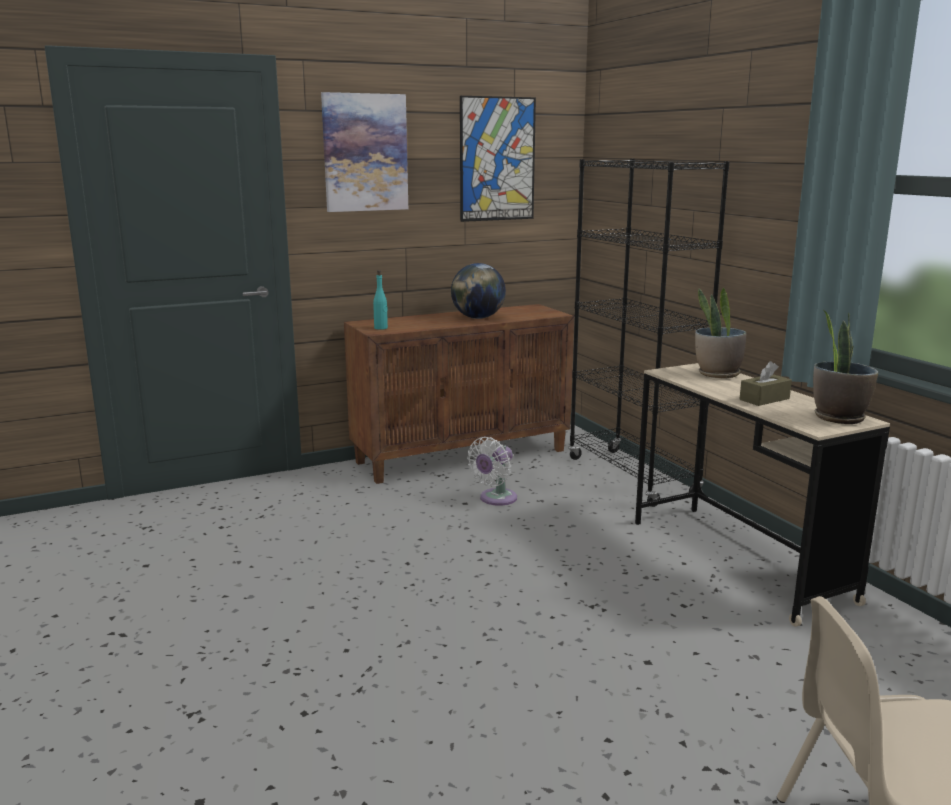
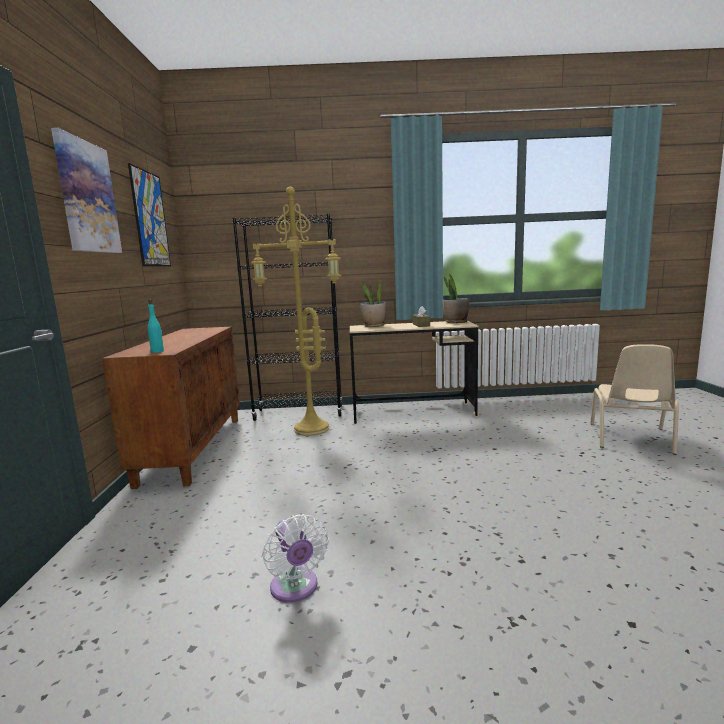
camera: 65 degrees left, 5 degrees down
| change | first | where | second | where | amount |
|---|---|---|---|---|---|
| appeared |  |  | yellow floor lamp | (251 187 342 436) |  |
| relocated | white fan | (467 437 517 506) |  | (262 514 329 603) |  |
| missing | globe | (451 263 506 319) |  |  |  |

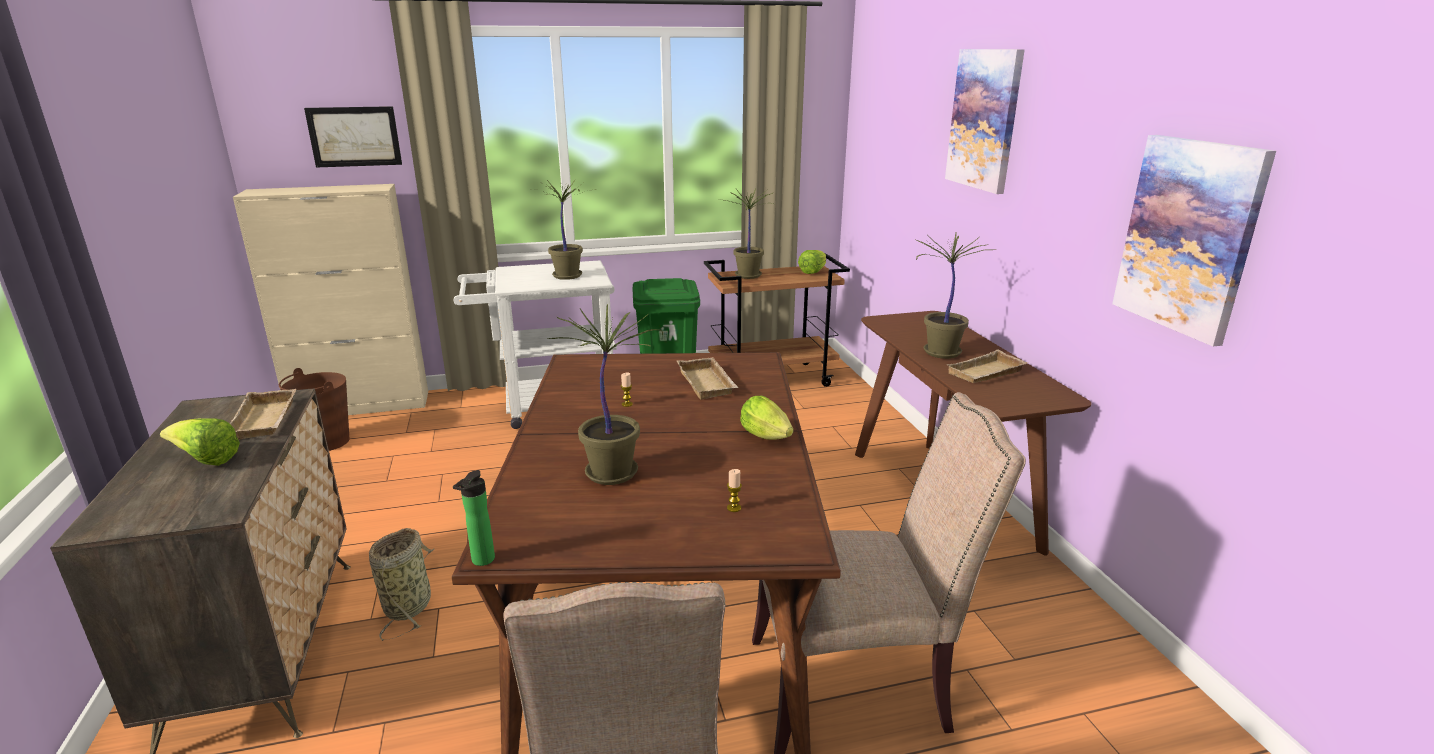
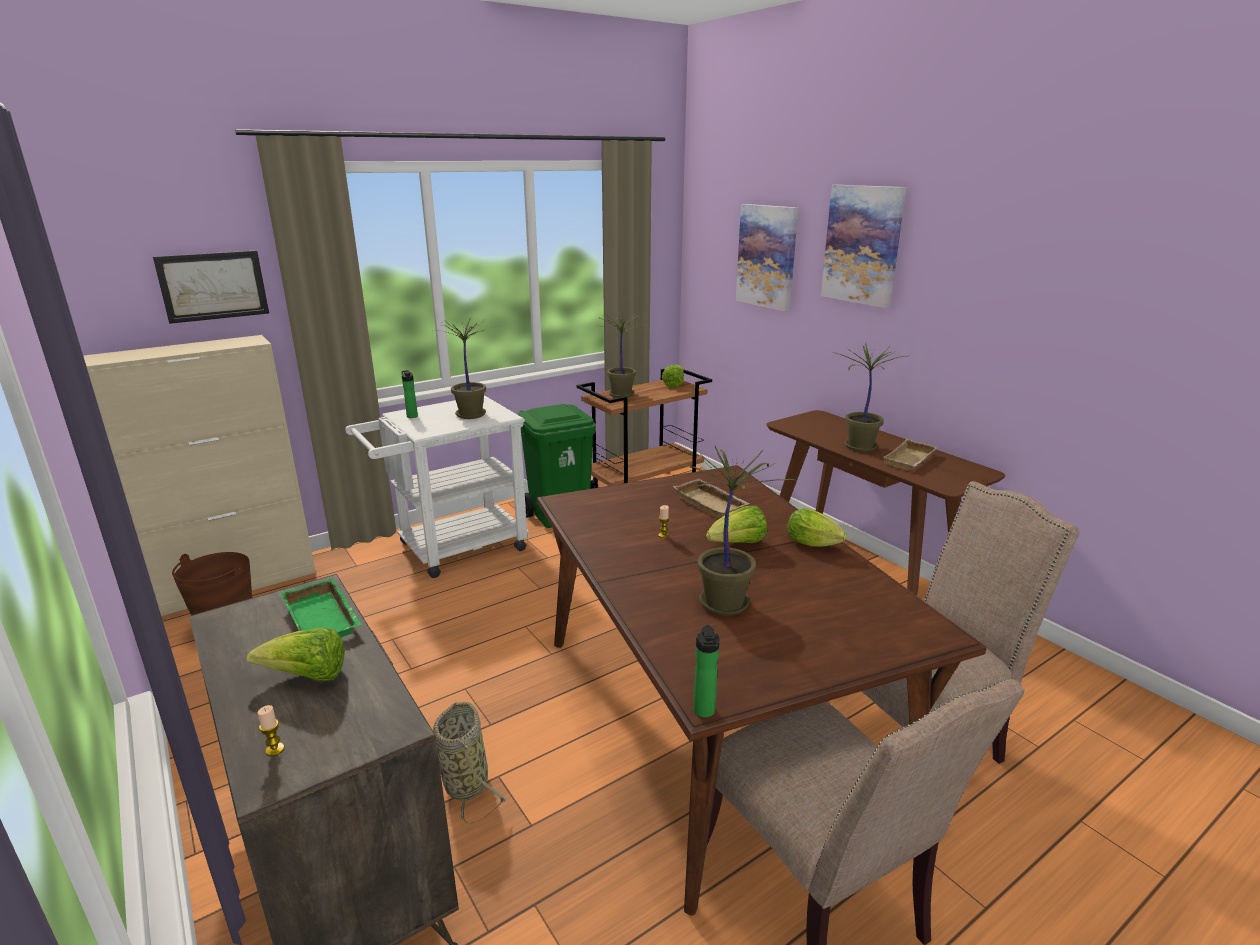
camera: 20 degrees left, 0 degrees up
| change | first | where | second | where | amount |
|---|---|---|---|---|---|
| relocated | candle | (727 469 742 512) |  | (258 705 284 756) |  |
| colour | beige tray | (230 389 296 440) | green tray | (281 578 362 638) |  |
| appeared |  |  | bottle | (401 370 418 418) |  |
| appeared |  |  | lettuce | (706 506 767 543) |  |
| relocated | picture | (1112 135 1276 346) |  | (736 204 798 312) |  |

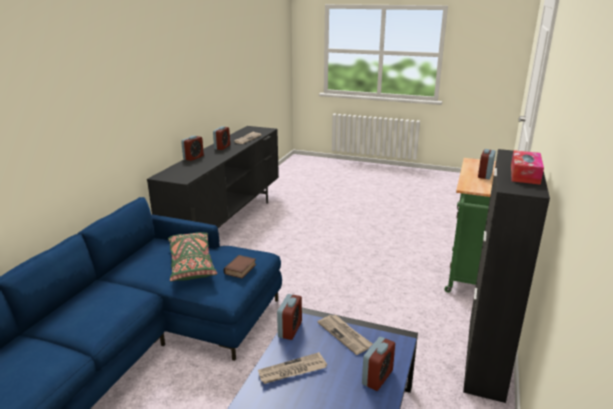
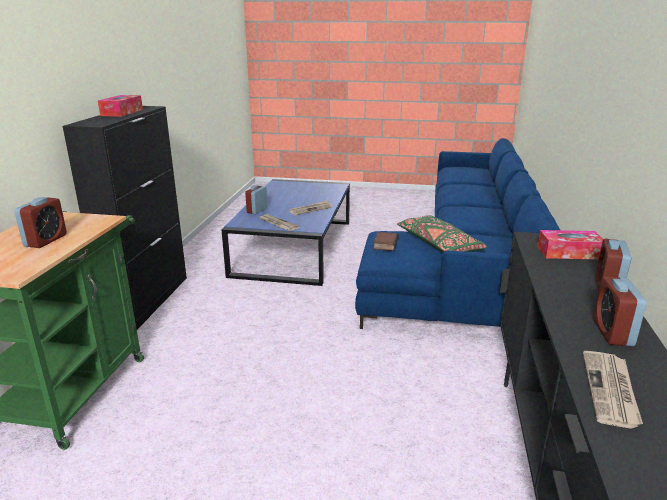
camera: 170 degrees right, 0 degrees up
| change | first | where | second | where | amount |
|---|---|---|---|---|---|
| appeared |  |  | tissue box | (537 230 603 260) |  |
| missing | alarm clock | (277 294 302 340) |  |  |  |

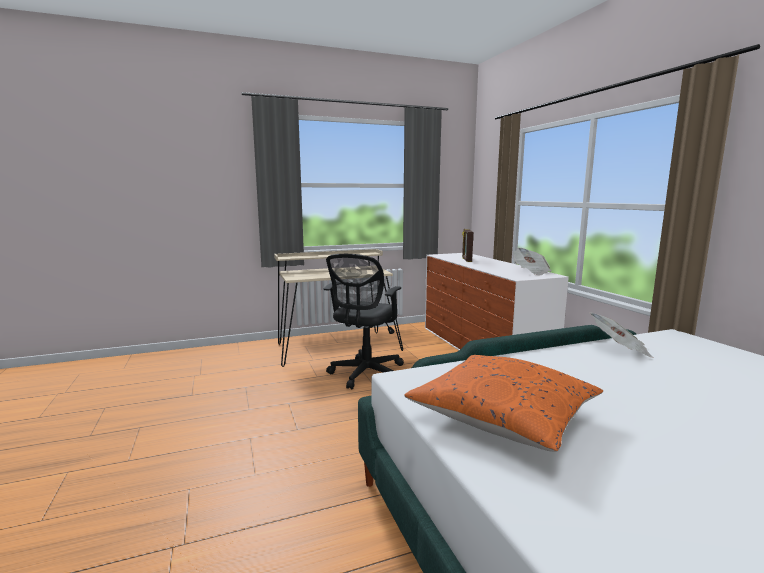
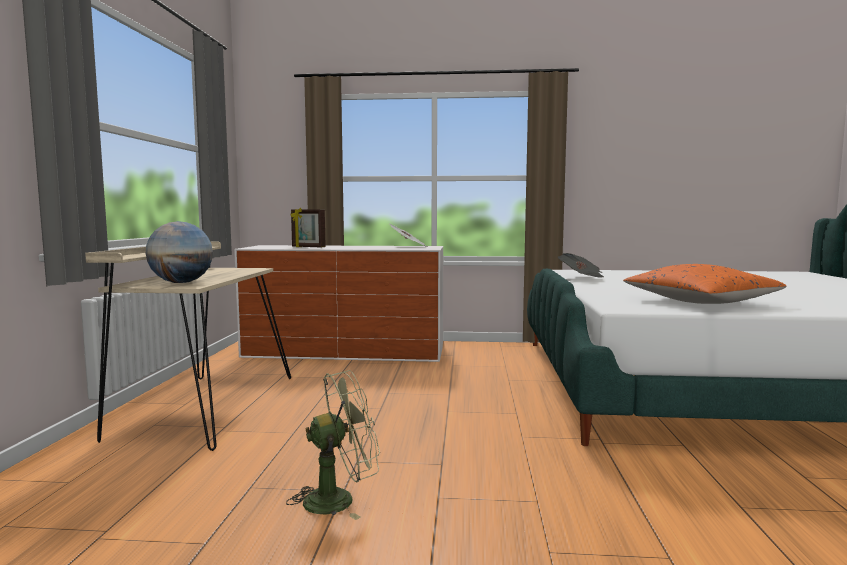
camera: 65 degrees left, 5 degrees down
| change | first | where | second | where | amount |
|---|---|---|---|---|---|
| appeared |  |  | globe | (146 221 213 283) |  |
| appeared |  |  | green fan | (286 370 380 520) |  |
| missing | black office chair | (323 254 404 389) |  |  |  |

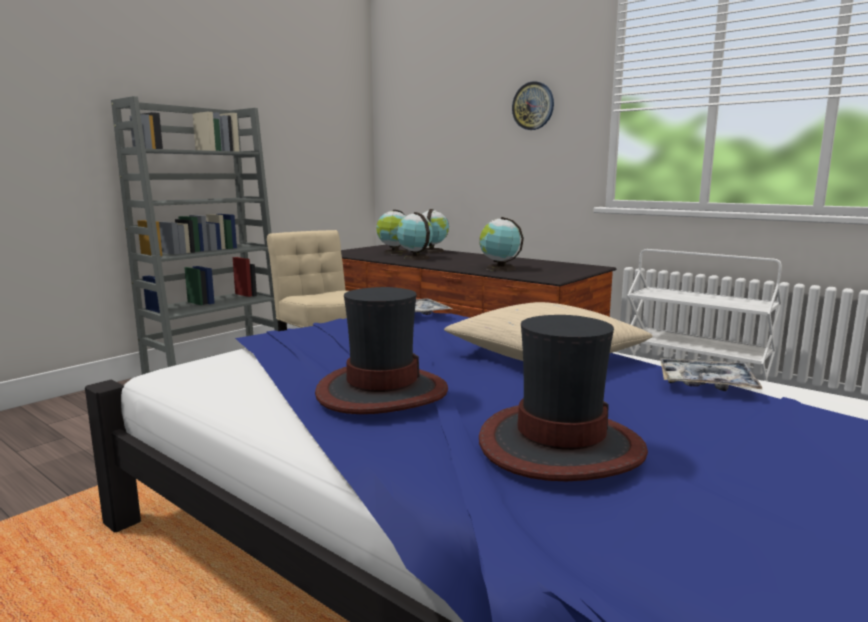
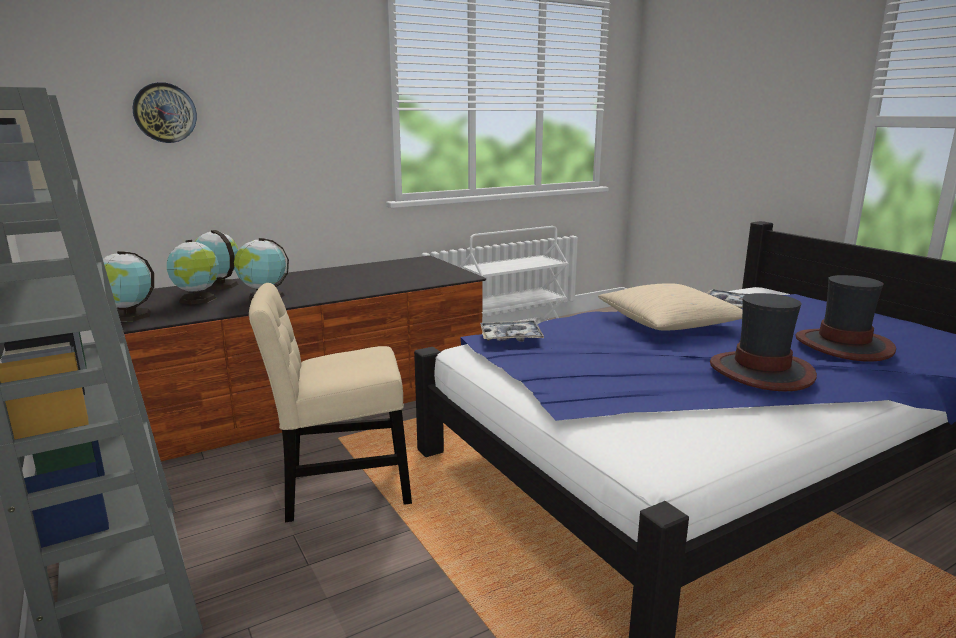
camera: 70 degrees left, 5 degrees up
| change | first | where | second | where | amount |
|---|---|---|---|---|---|
| relocated | globe | (480 217 524 271) |  | (103 251 154 322) |  |
| relocated | wall clock | (512 81 554 130) |  | (133 82 197 143) |  |

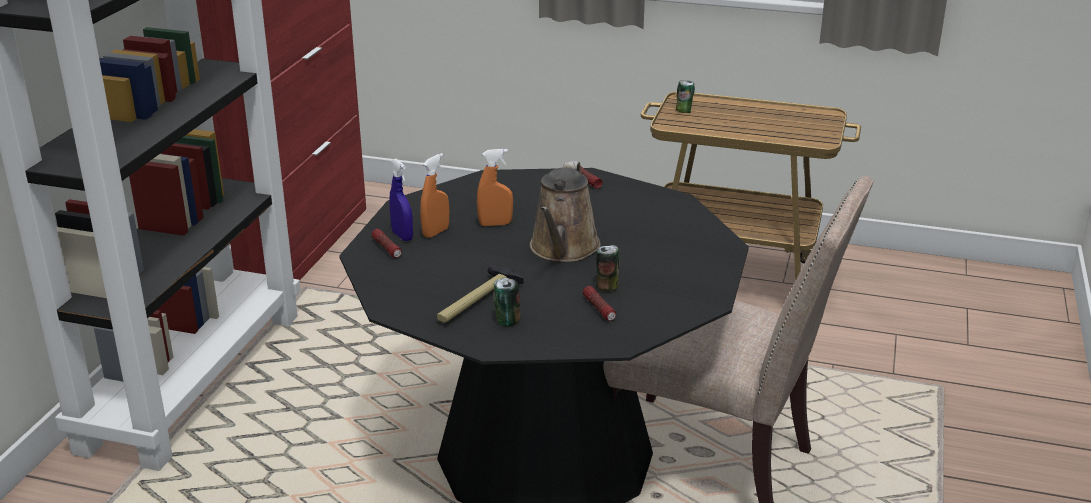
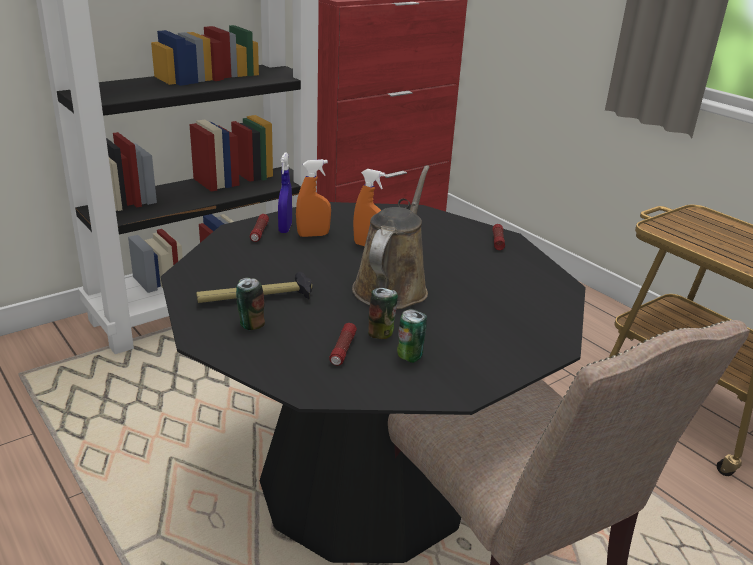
camera: 35 degrees right, 0 degrees up
| change | first | where | second | where | amount |
|---|---|---|---|---|---|
| spun | brown watering can | (530 161 601 262) |  | (352 165 429 309) | 150 degrees clockwise |
| relocated | can | (676 80 695 113) |  | (397 309 427 363) |  |

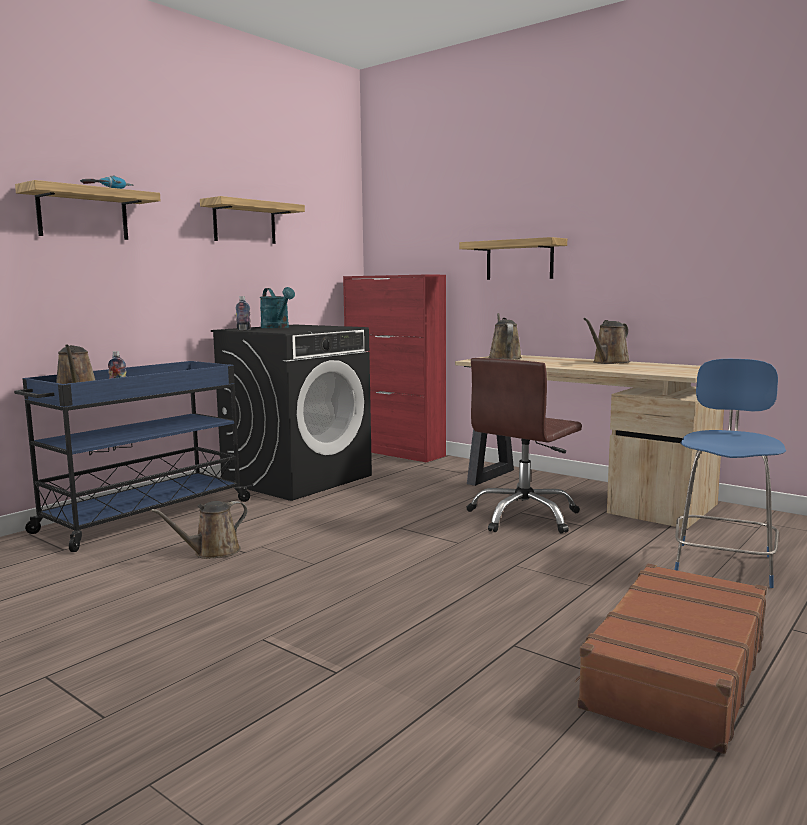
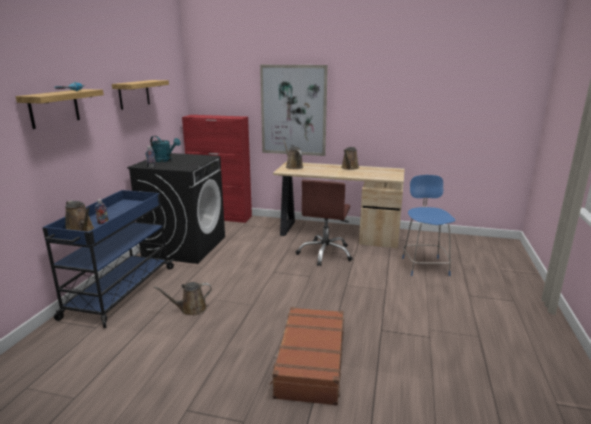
camera: 25 degrees left, 10 degrees up
| change | first | where | second | where | amount |
|---|---|---|---|---|---|
| spun | brown watering can | (151 501 247 559) |  | (153 282 212 315) | 45 degrees clockwise |
| exchanged | shelf | (459 237 567 280) | picture | (260 65 328 156) |  |
| relocated | brown suitcase | (575 564 767 754) |  | (269 307 344 406) |  |

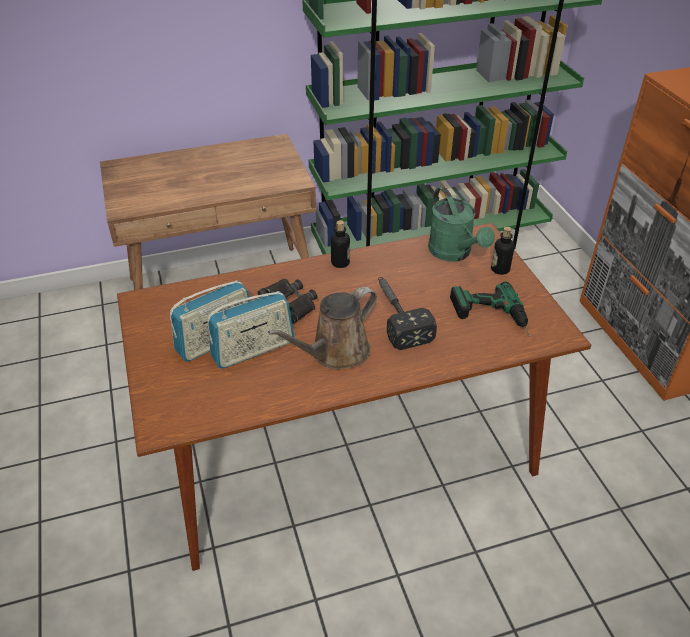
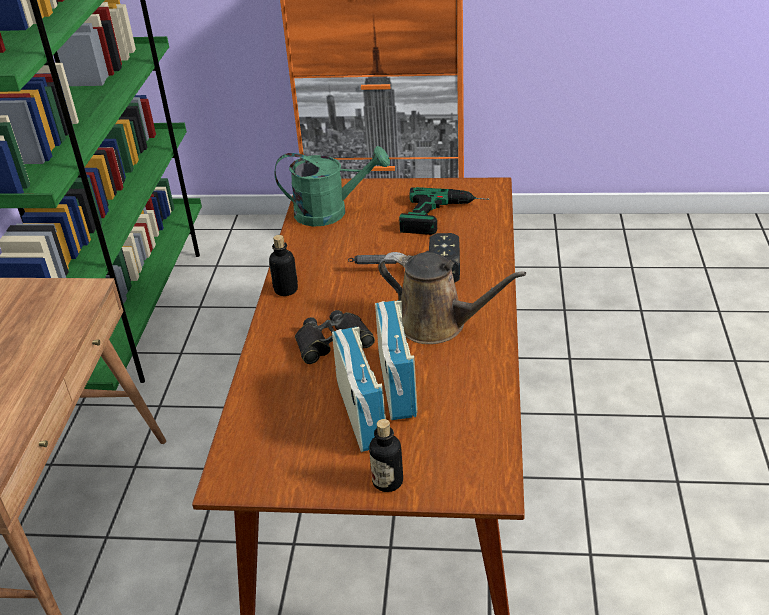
camera: 65 degrees left, 5 degrees down
| change | first | where | second | where | amount |
|---|---|---|---|---|---|
| relocated | bottle | (491 227 515 275) |  | (369 419 403 492) |  |
| spun | brown watering can | (268 287 377 369) |  | (378 252 526 344) | 45 degrees counterclockwise |

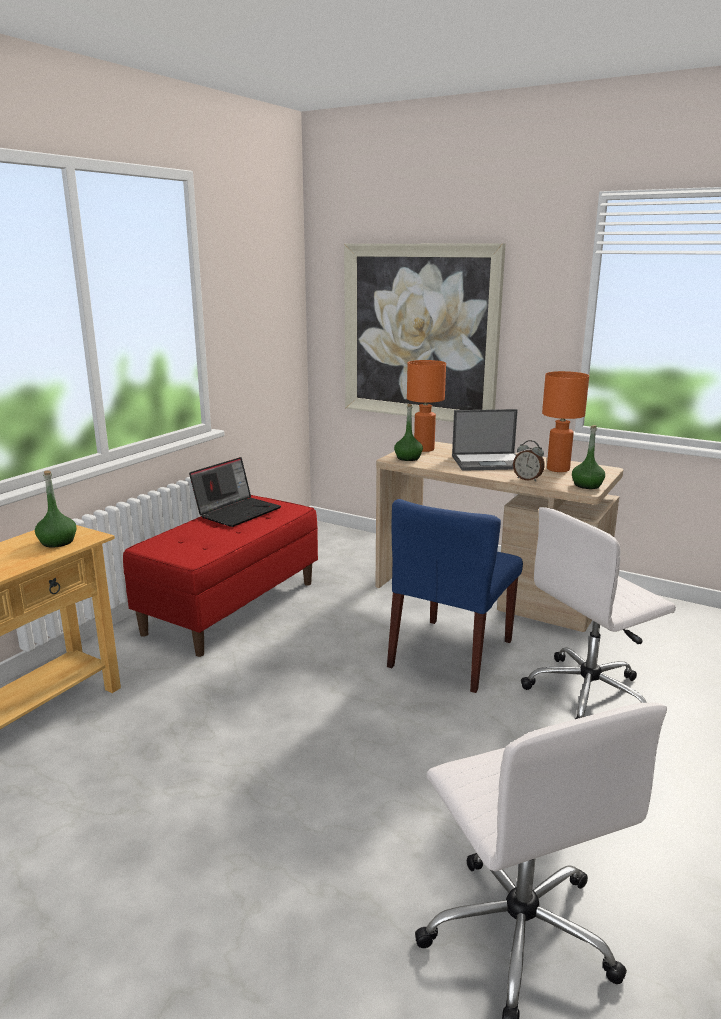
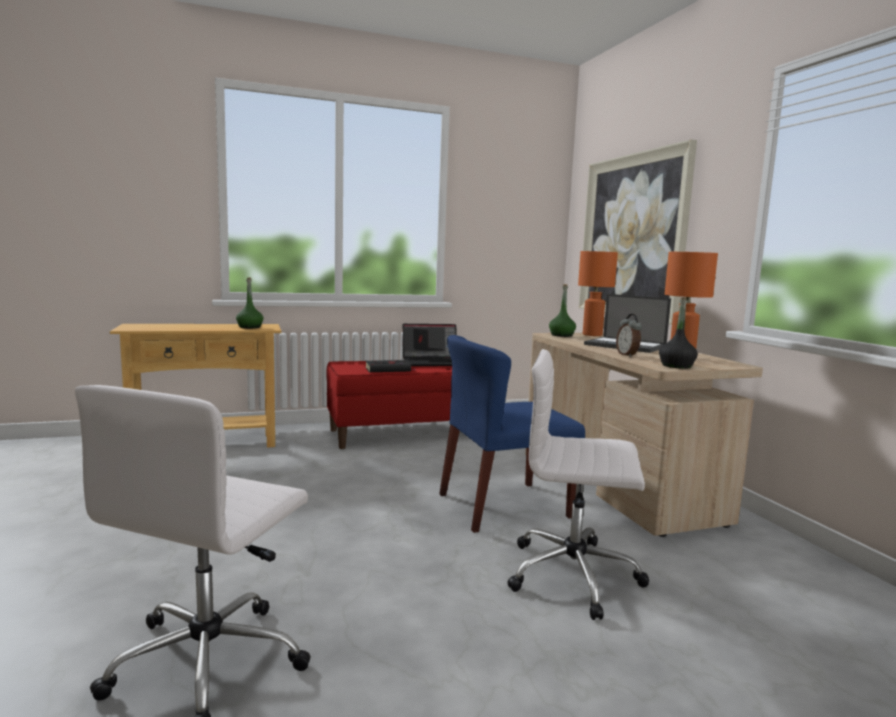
camera: 40 degrees right, 10 degrees down
| change | first | where | second | where | amount |
|---|---|---|---|---|---|
| appeared |  |  | black book | (365 360 415 372) |  |
| colour | green bottle | (572 425 605 489) | black bottle | (659 297 698 369) |  |

